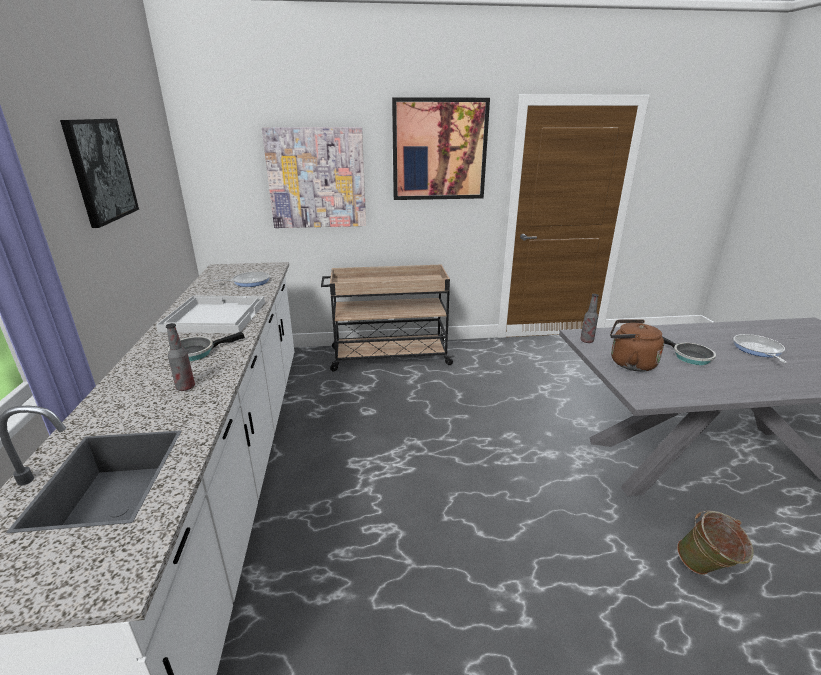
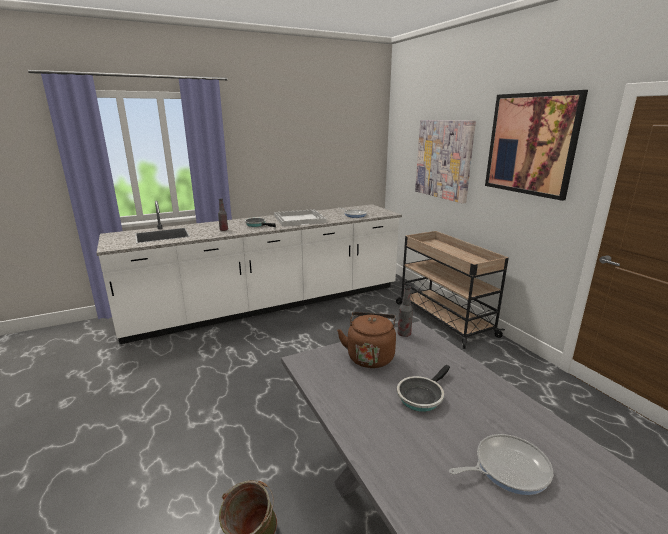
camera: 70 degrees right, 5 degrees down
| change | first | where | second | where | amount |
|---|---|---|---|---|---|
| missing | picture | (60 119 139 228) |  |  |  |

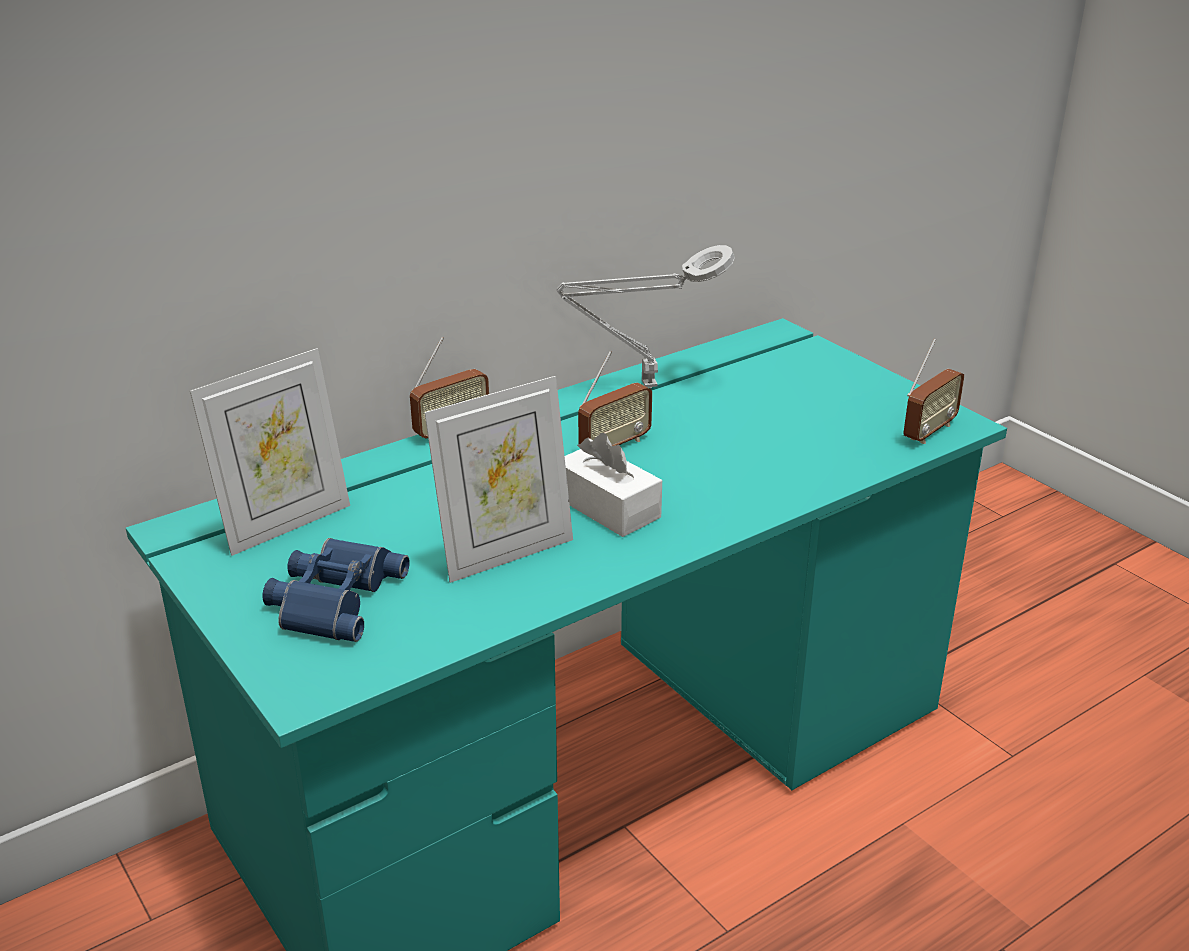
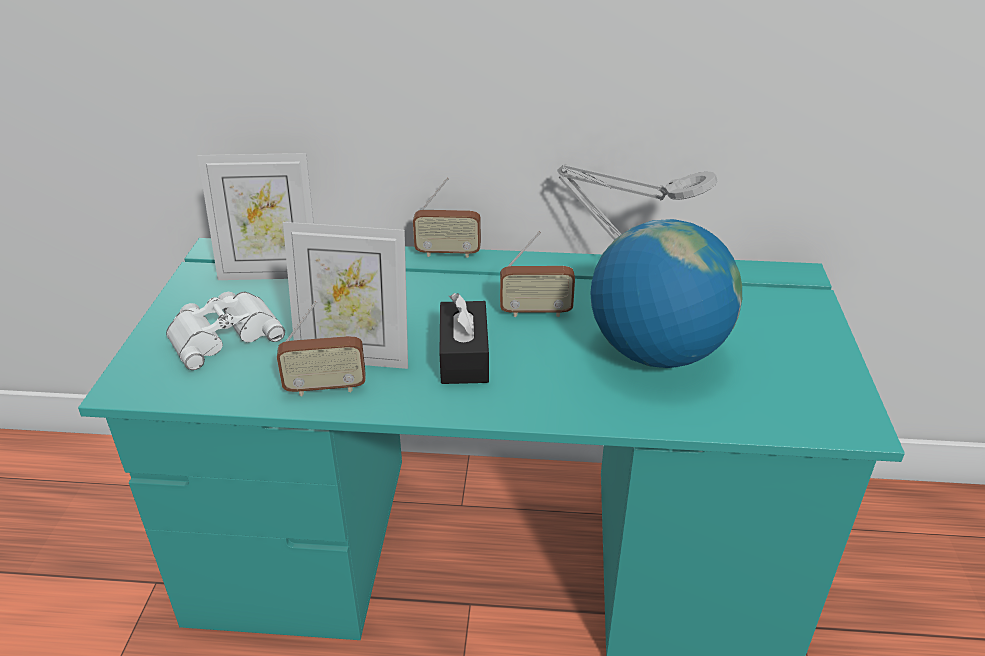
camera: 40 degrees right, 5 degrees up
| change | first | where | second | where | amount |
|---|---|---|---|---|---|
| colour | blue binoculars | (262 538 410 642) | white binoculars | (166 292 285 370) |  |
| relocated | radio | (903 338 964 444) |  | (277 300 366 396) |  |
| colour | white tissue box | (565 433 662 537) | black tissue box | (439 293 489 384) |  |
| appeared |  |  | globe | (590 219 742 368) |  |

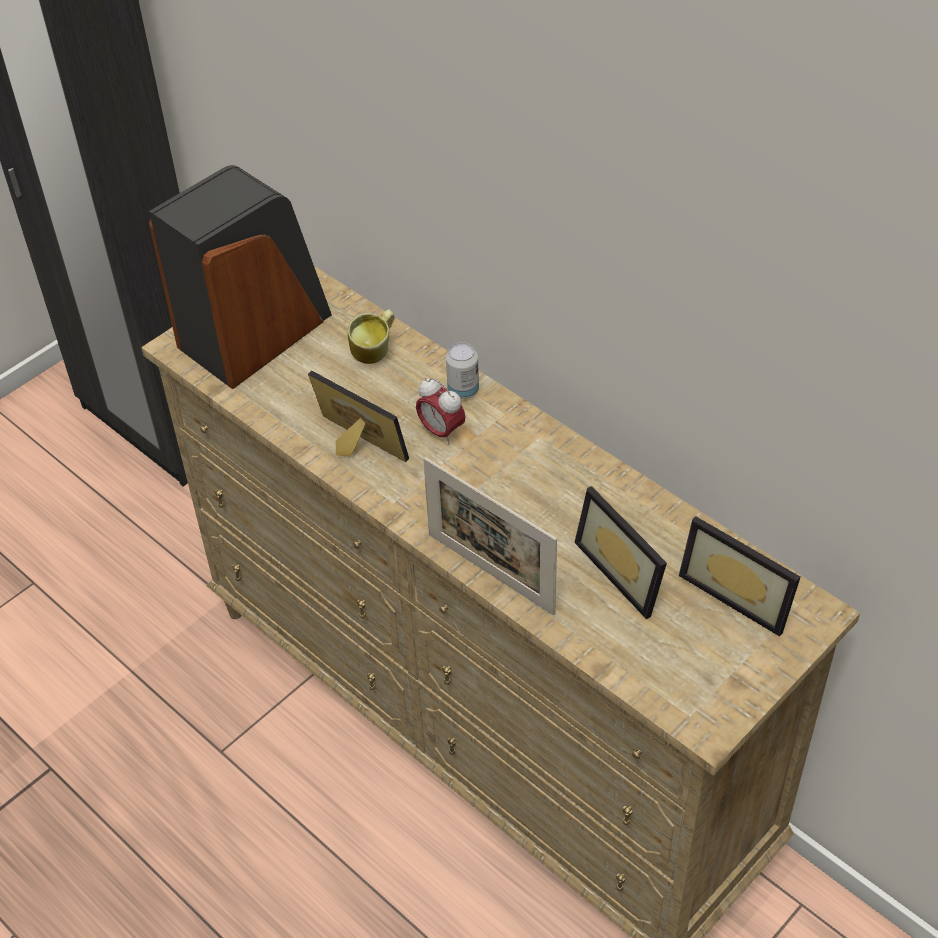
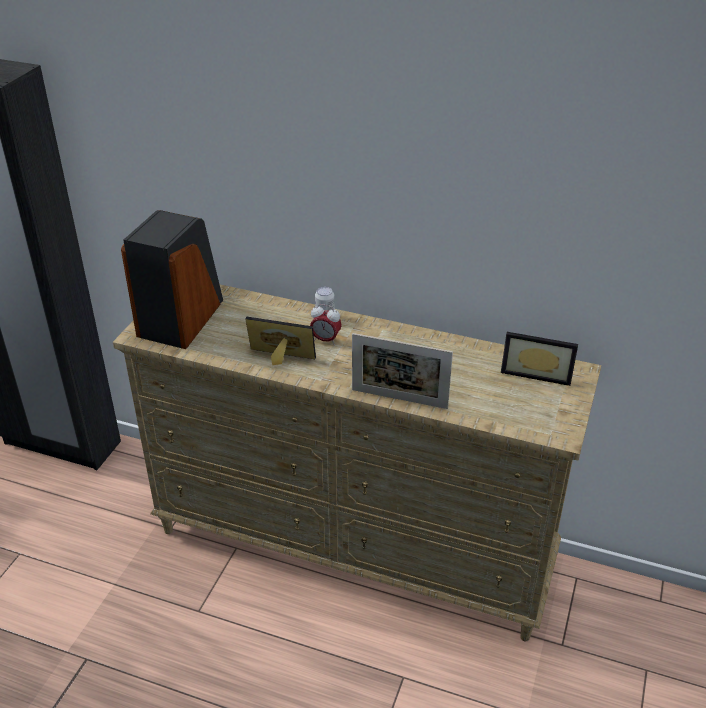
camera: 25 degrees left, 10 degrees down
| change | first | where | second | where | amount |
|---|---|---|---|---|---|
| missing | mug | (348 309 395 364) |  |  |  |
| missing | picture frame | (574 486 667 619) |  |  |  |

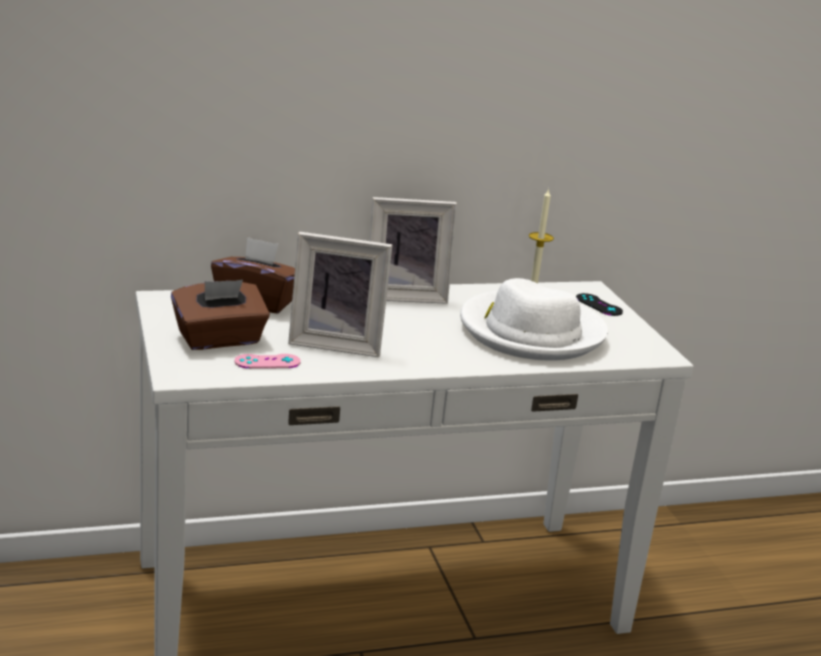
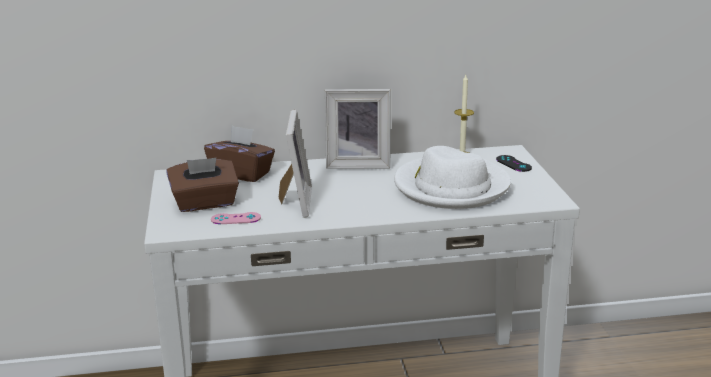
camera: 10 degrees right, 0 degrees up
| change | first | where | second | where | amount |
|---|---|---|---|---|---|
| spun | picture frame | (288 232 392 357) |  | (278 110 312 218) | 105 degrees counterclockwise |

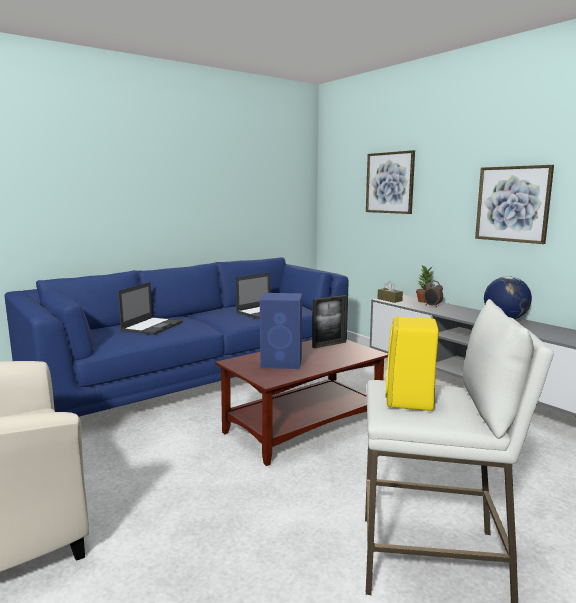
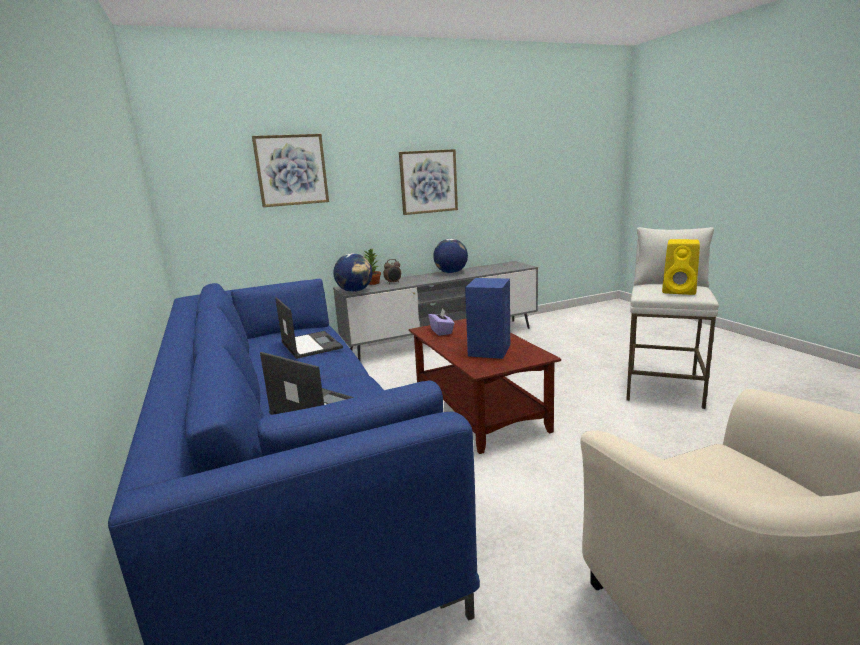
camera: 75 degrees left, 5 degrees up
| change | first | where | second | where | amount |
|---|---|---|---|---|---|
| exchanged | brown tissue box | (377 281 403 303) | globe | (333 253 372 292) |  |
| exchanged | picture frame | (312 295 347 349) | purple tissue box | (428 308 454 336) |  |

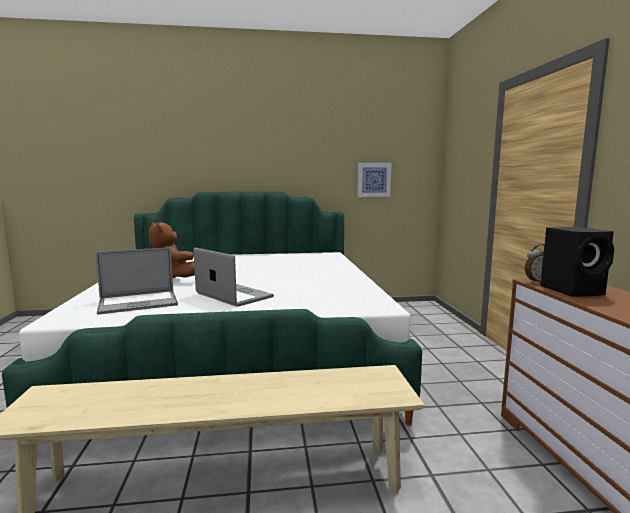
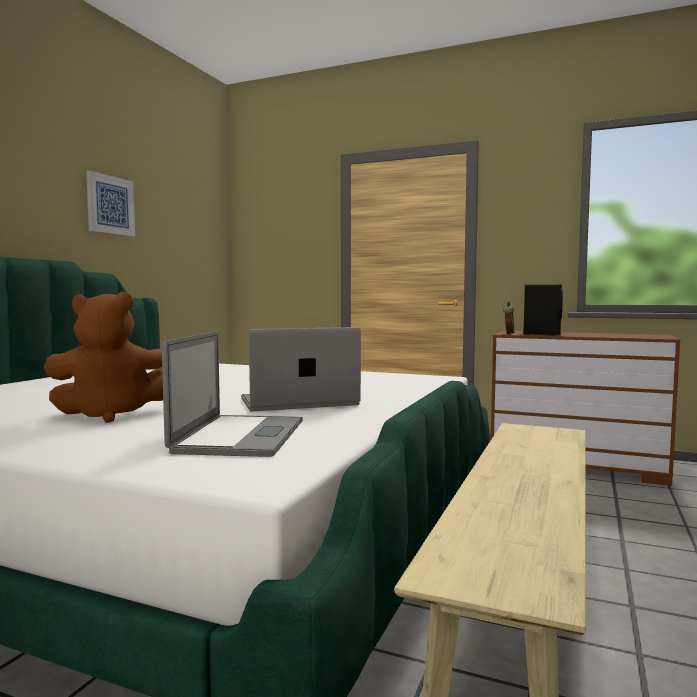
camera: 60 degrees left, 5 degrees down
| change | first | where | second | where | amount |
|---|---|---|---|---|---|
| relocated | picture | (357 163 391 197) |  | (86 171 135 237) |  |

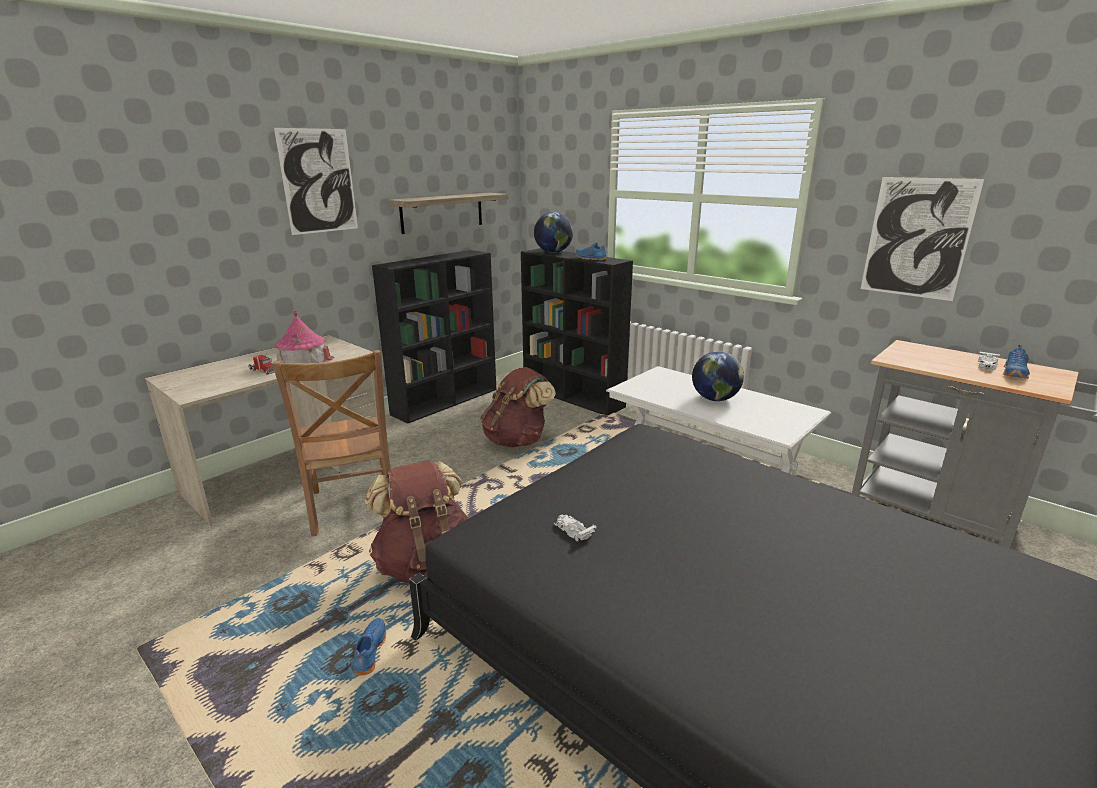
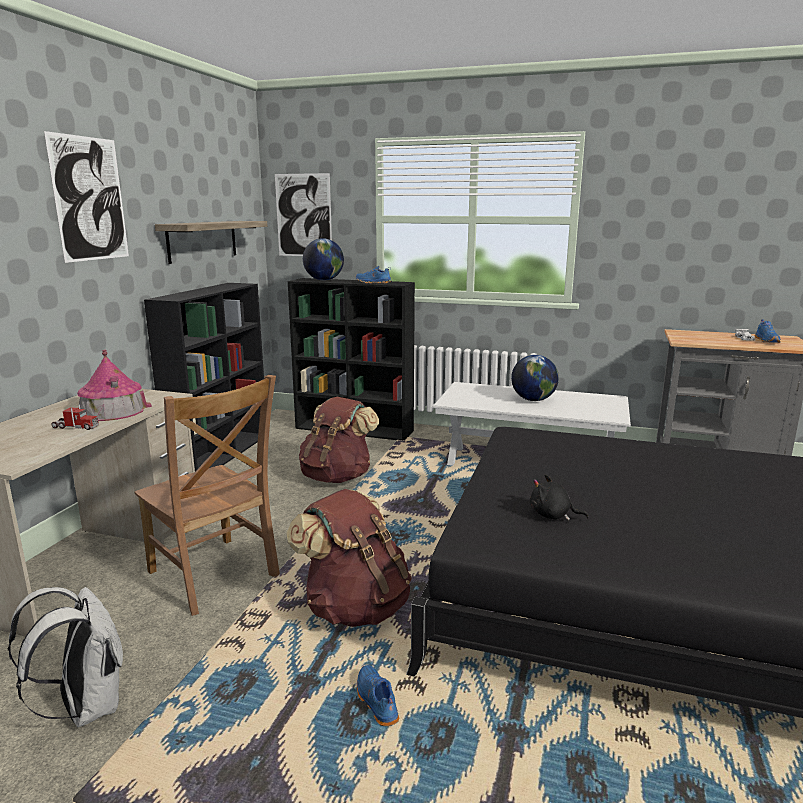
camera: 25 degrees left, 5 degrees down
| change | first | where | second | where | amount |
|---|---|---|---|---|---|
| appeared |  |  | white backpack | (8 587 123 727) |  |
| relocated | picture | (861 177 984 301) |  | (275 173 332 256) |  |
| exchanged | white toy car | (554 515 597 542) | black plush toy | (530 474 589 521) |  |

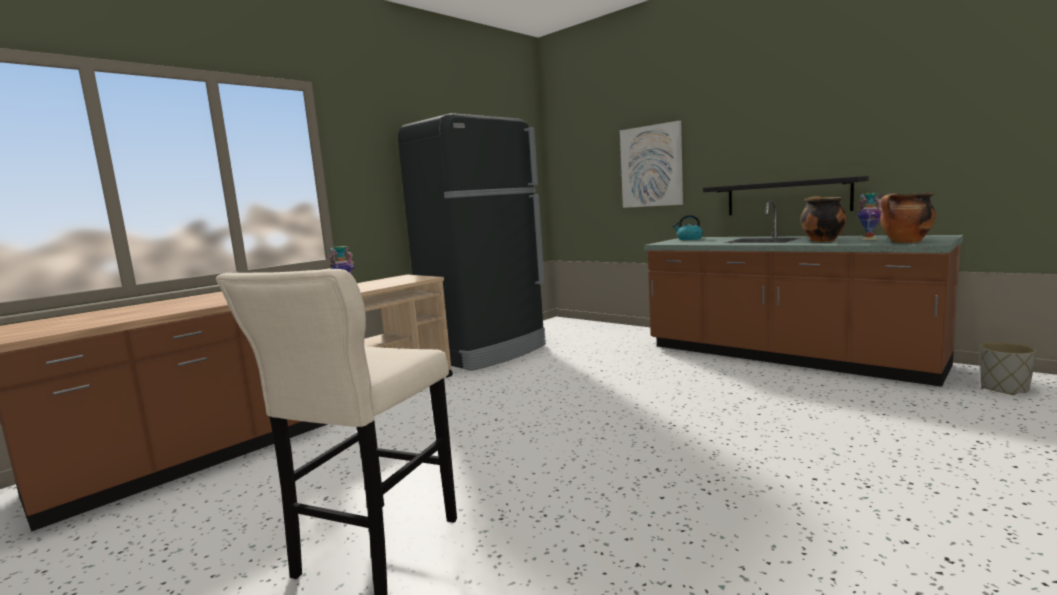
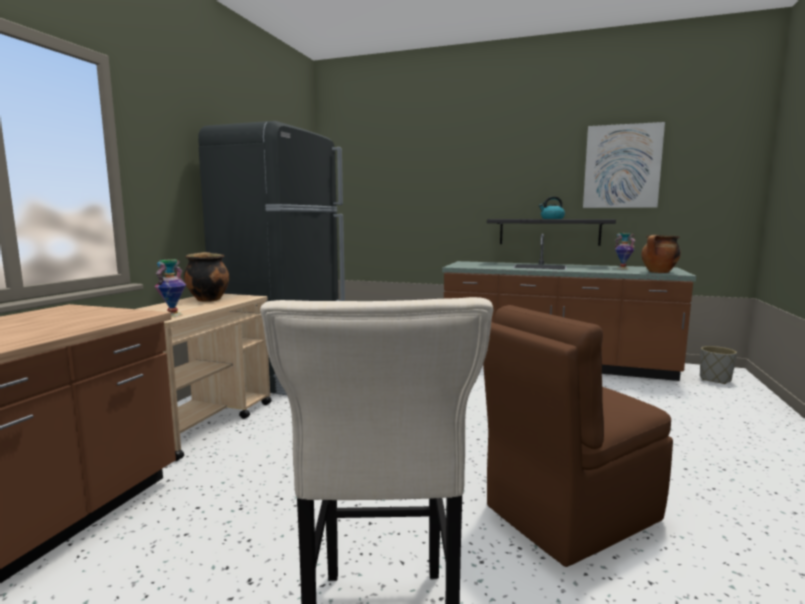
camera: 25 degrees left, 0 degrees up
| change | first | where | second | where | amount |
|---|---|---|---|---|---|
| relocated | cooking pot | (801 196 846 242) |  | (184 252 229 302) |  |
| appeared |  |  | brown chair | (483 305 673 567) |  |
| relocated | kettle | (673 215 703 240) |  | (539 196 565 219) |  |
| relocated | picture | (620 121 683 208) |  | (583 122 665 208) |  |

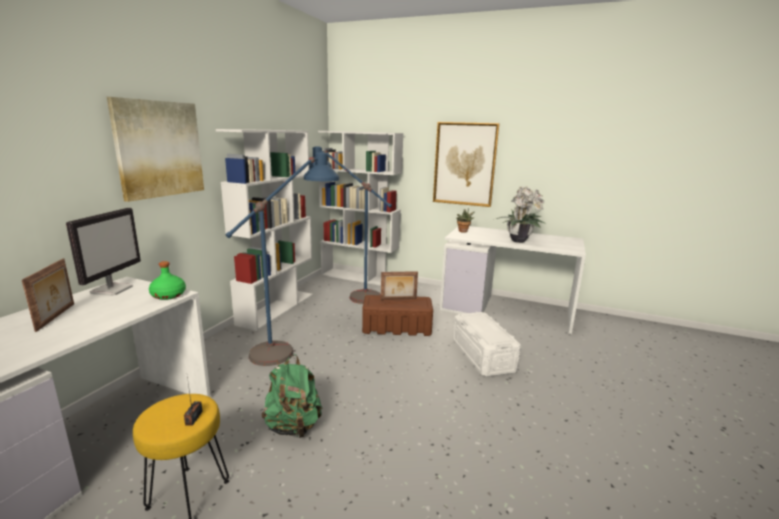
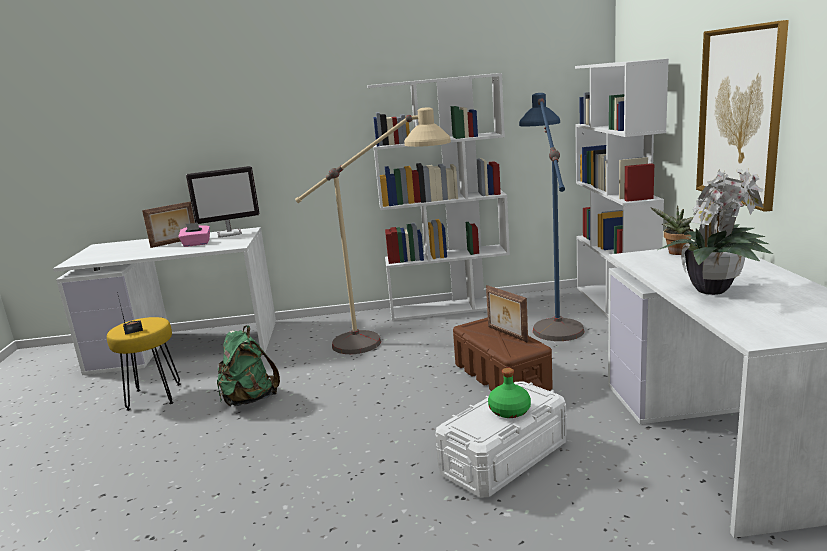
camera: 65 degrees right, 0 degrees up
| change | first | where | second | where | amount |
|---|---|---|---|---|---|
| appeared |  |  | pink tissue box | (178 223 210 247) |  |
| colour | blue floor lamp | (225 152 339 366) | beige floor lamp | (295 107 451 354) |  |
| relocated | green bottle | (149 261 186 300) |  | (488 368 531 418) |  |
| missing | picture | (107 97 204 202) |  |  |  |

